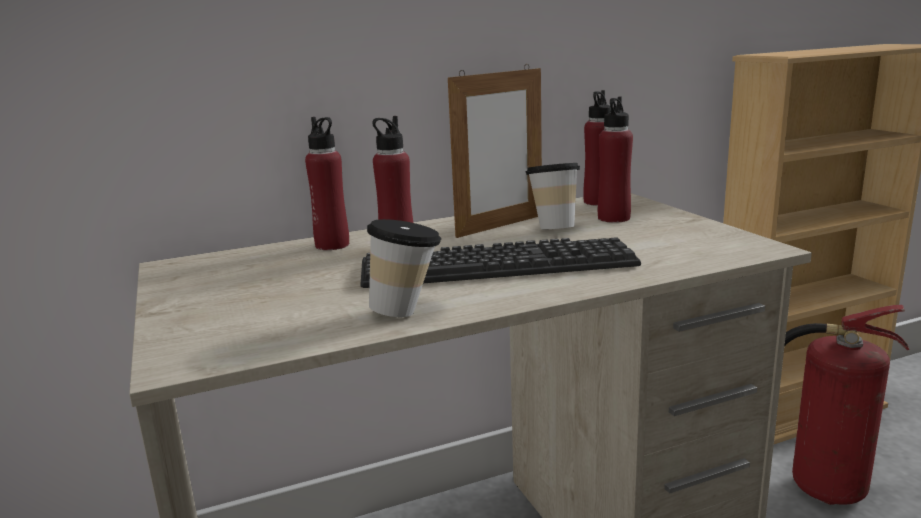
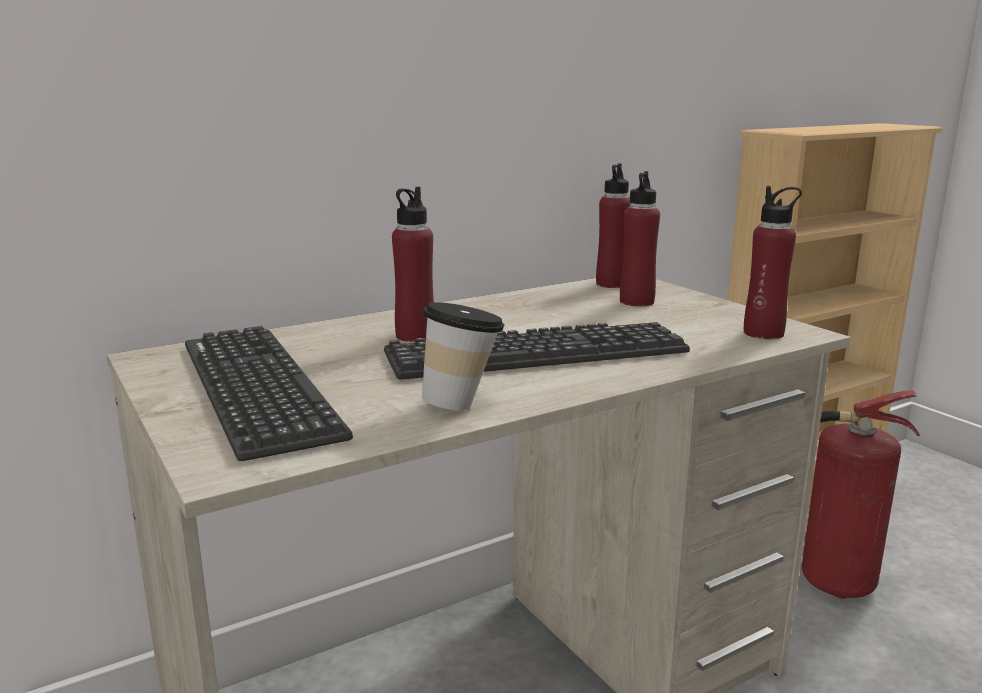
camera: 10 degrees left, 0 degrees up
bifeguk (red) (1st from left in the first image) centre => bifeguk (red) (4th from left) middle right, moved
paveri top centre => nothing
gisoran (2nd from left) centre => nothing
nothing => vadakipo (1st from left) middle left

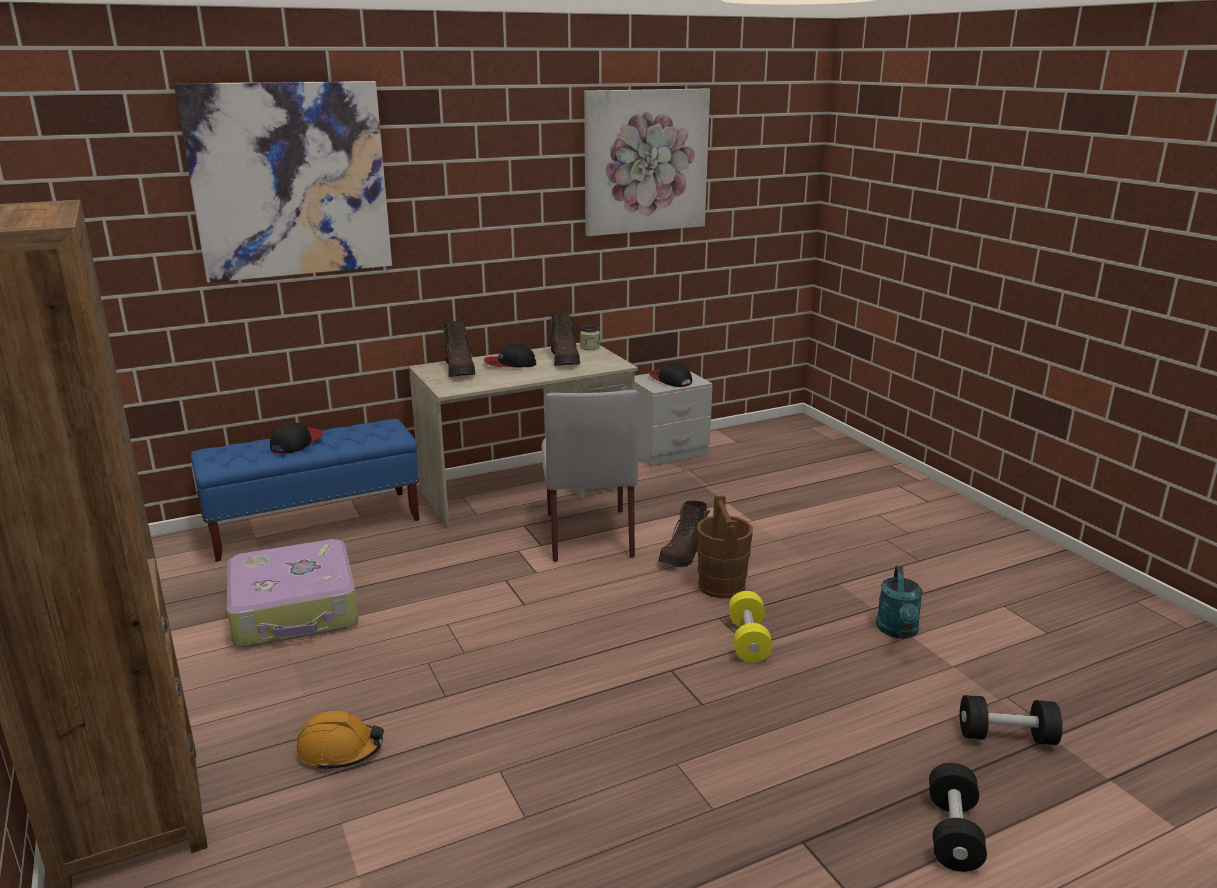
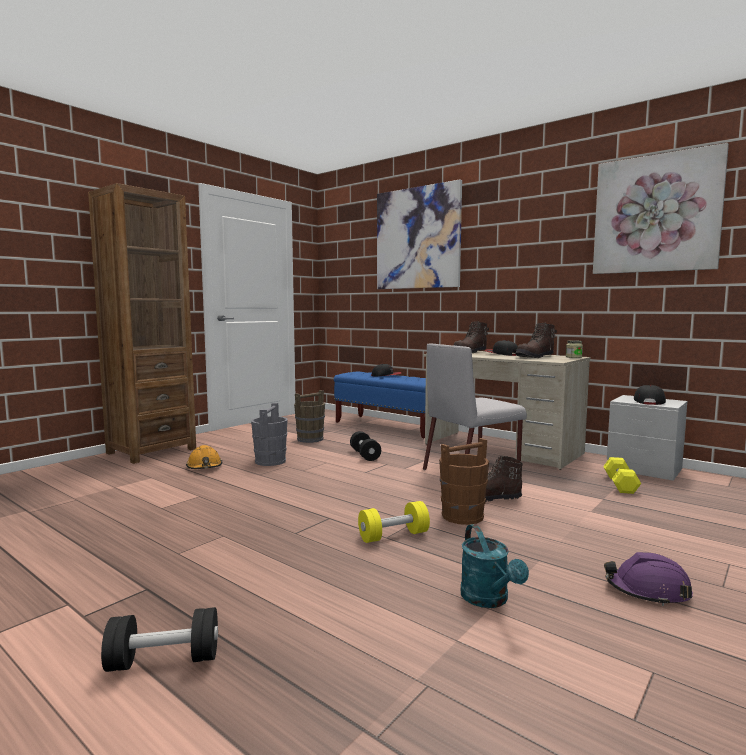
camera: 65 degrees right, 15 degrees down
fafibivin bottom left => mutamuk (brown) (1st from left) centre
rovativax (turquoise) bottom right => rovativax (turquoise) bottom centre, 90 degrees counterclockwise
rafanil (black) (2nd from left) bottom right => rafanil (black) (2nd from left) centre, moved
nothing => mutamuk (grey) centre
nothing => rafanil (yellow) (2nd from left) middle right
nothing => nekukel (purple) bottom right

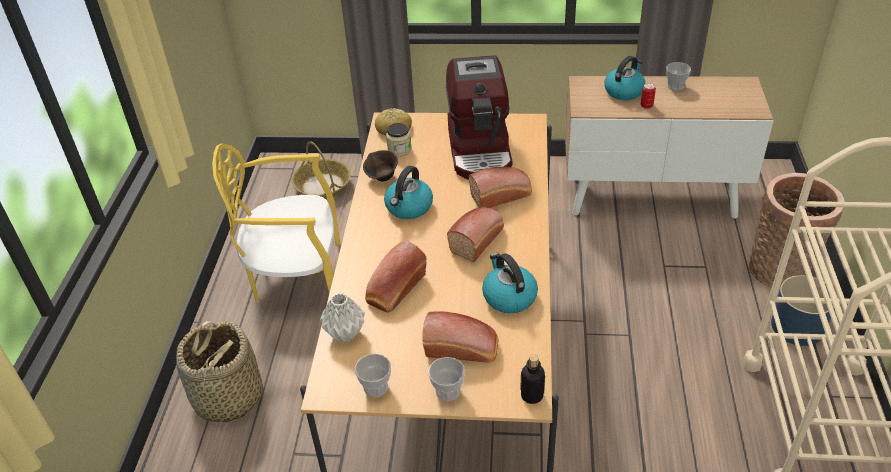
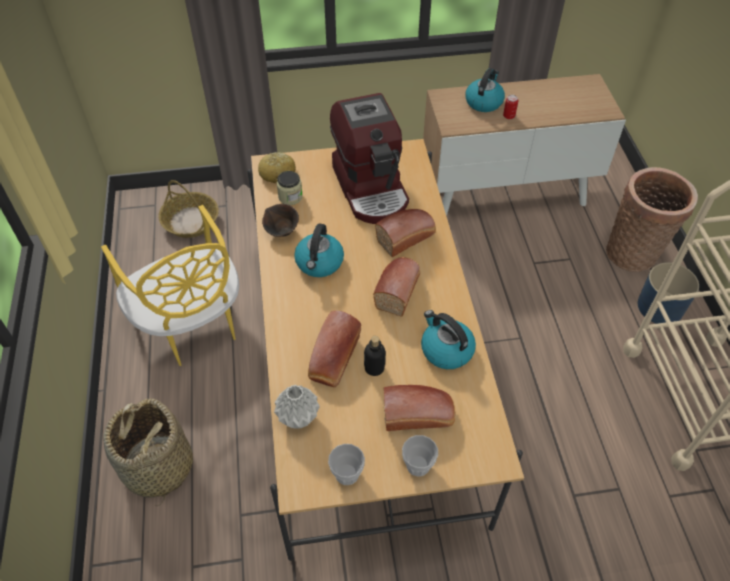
camera: 15 degrees left, 10 degrees up
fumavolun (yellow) middle left, 105 degrees counterclockwise
bifeguk bottom centre => bifeguk centre, moved
gisoran (3rd from left) top right => nothing

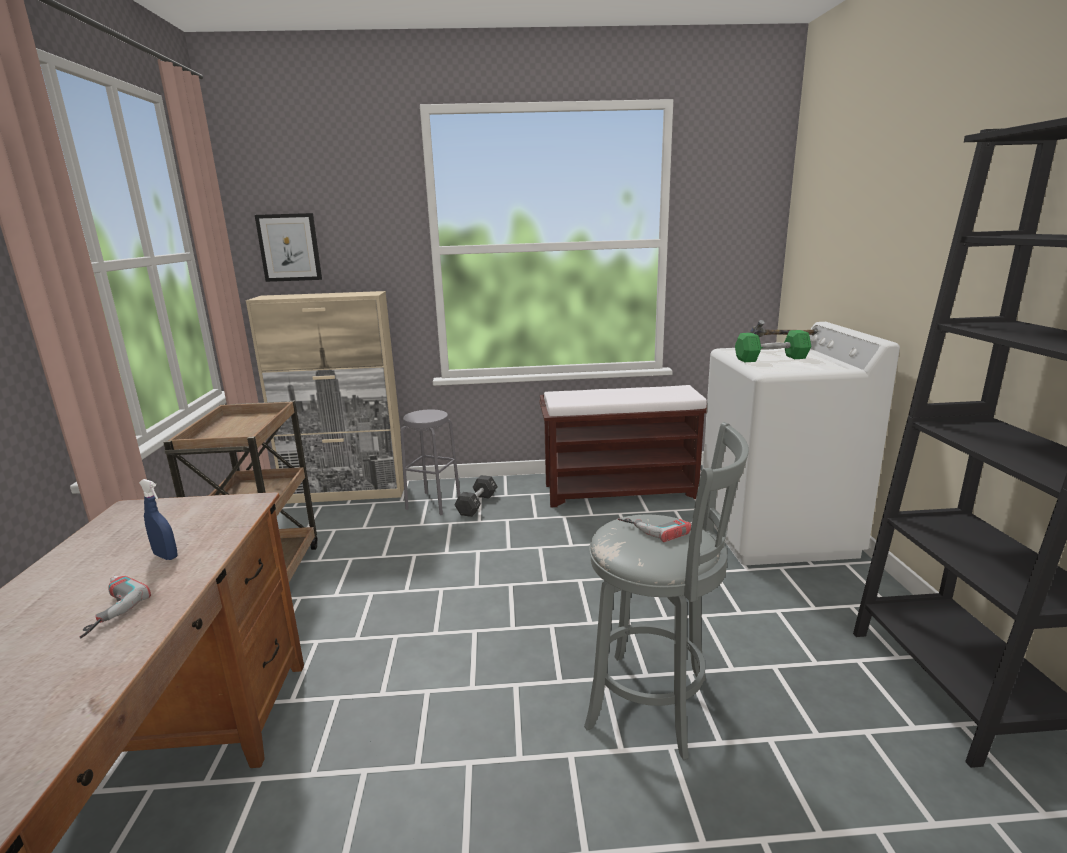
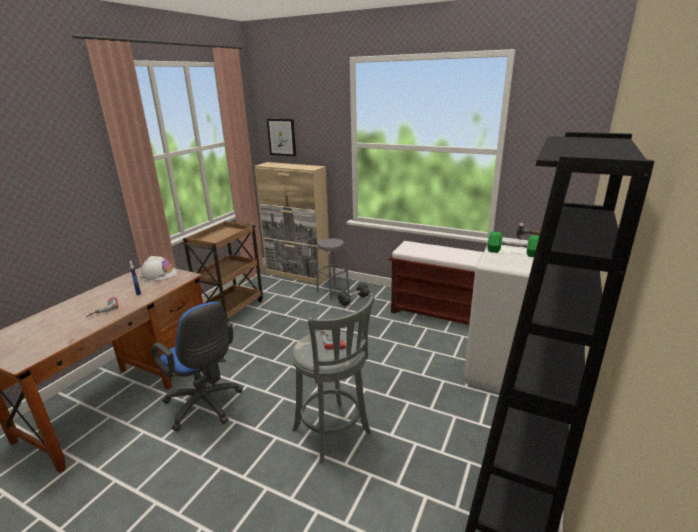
camera: 30 degrees right, 5 degrees up
nothing => nekukel (white) middle left
nothing => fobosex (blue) bottom left

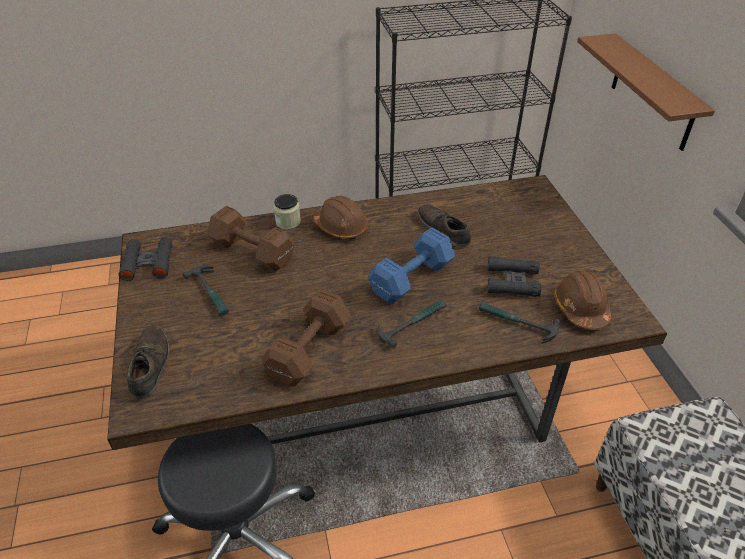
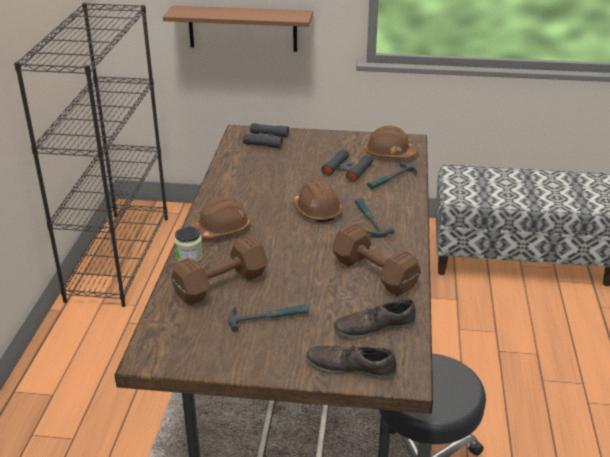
camera: 70 degrees left, 10 degrees down
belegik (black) (1st from left) middle left => belegik (black) (1st from left) top centre, moved
rafanil (blue) centre => nekukel (brown) (2nd from left) centre
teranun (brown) (2nd from left) centre => teranun (brown) (2nd from left) bottom centre, moved

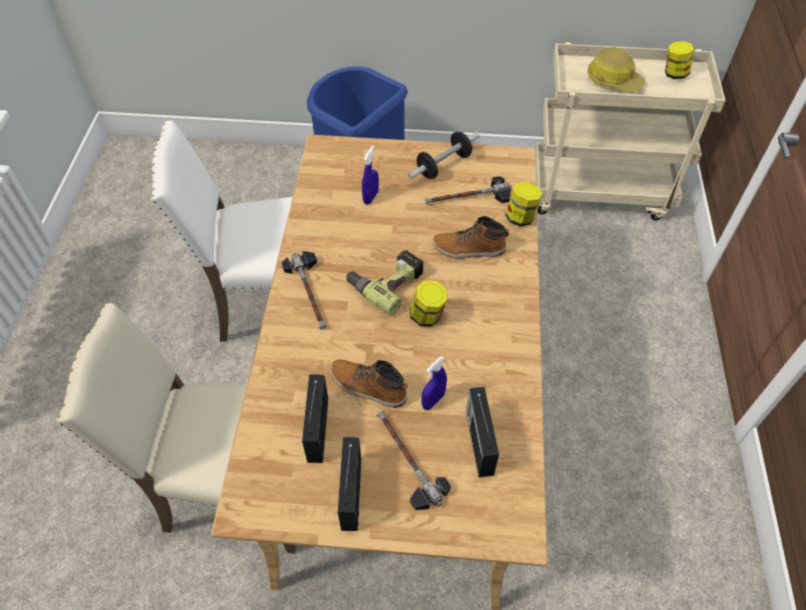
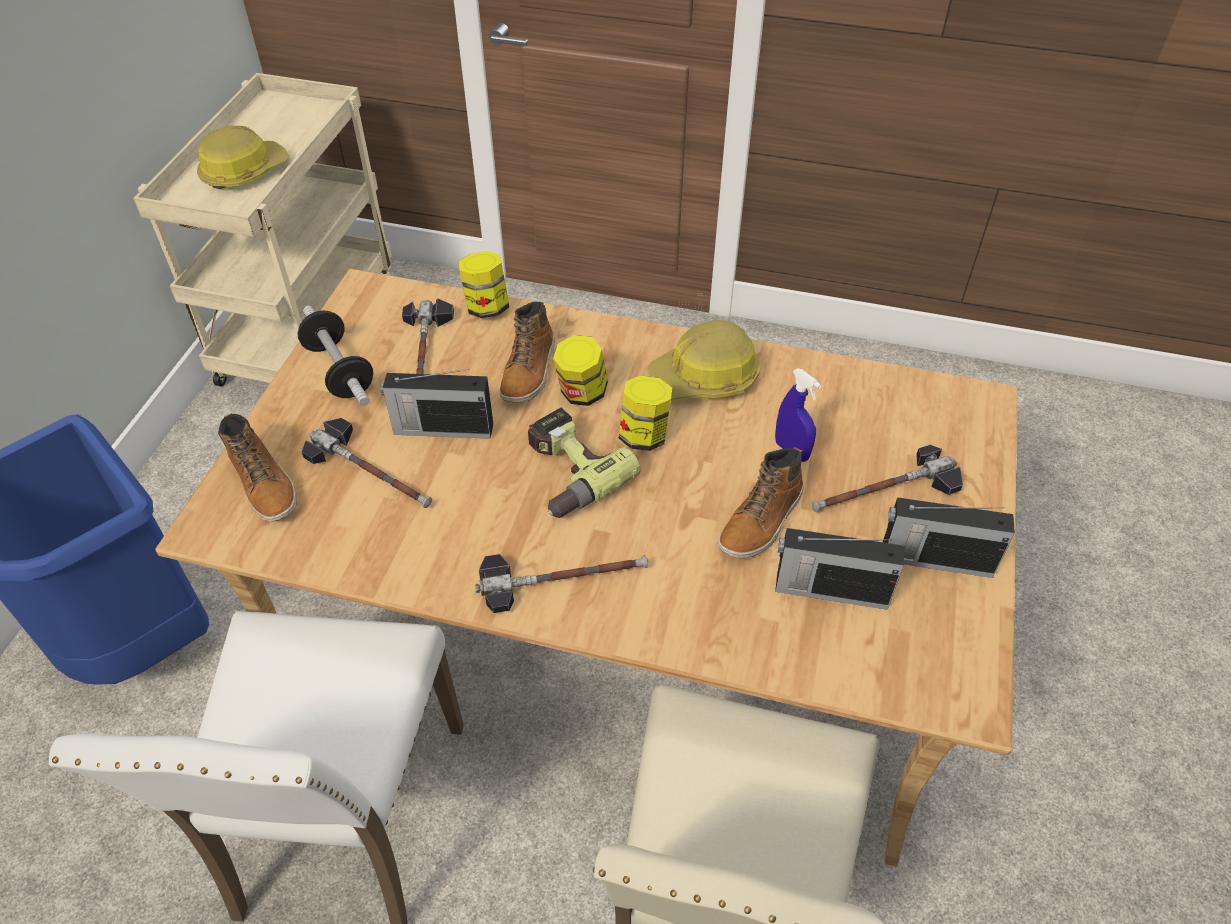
camera: 80 degrees left, 5 degrees down
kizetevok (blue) (1st from left) top centre => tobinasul (1st from left) middle left
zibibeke (3rd from left in the first image) bottom centre => zibibeke (1st from left) centre, moved
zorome (3rd from left in the first image) top right => zorome (2nd from left) centre, moved
nothing => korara (1st from left) middle left
nothing => nekukel (2nd from left) centre

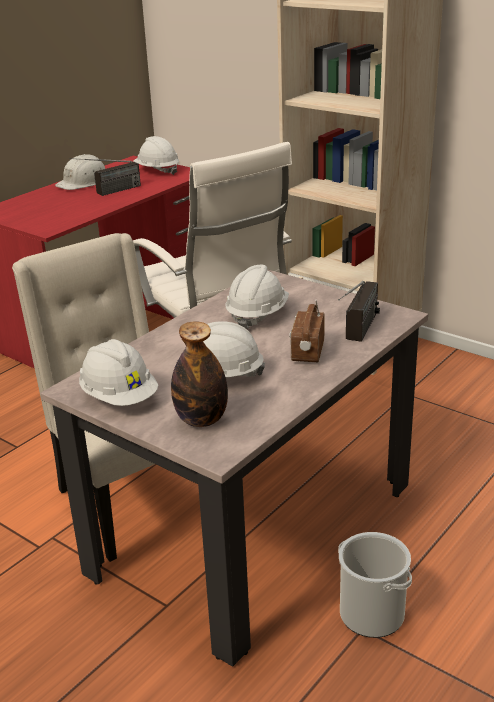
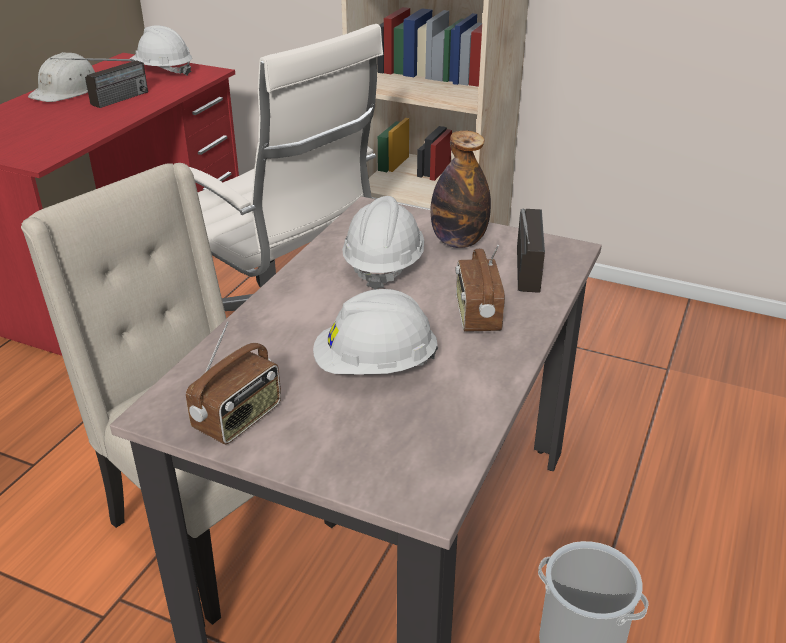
camera: 15 degrees left, 5 degrees up
nekukel (white) (2nd from left) middle left => zibibeke (2nd from left) middle left
bifeguk centre => bifeguk top centre, moved

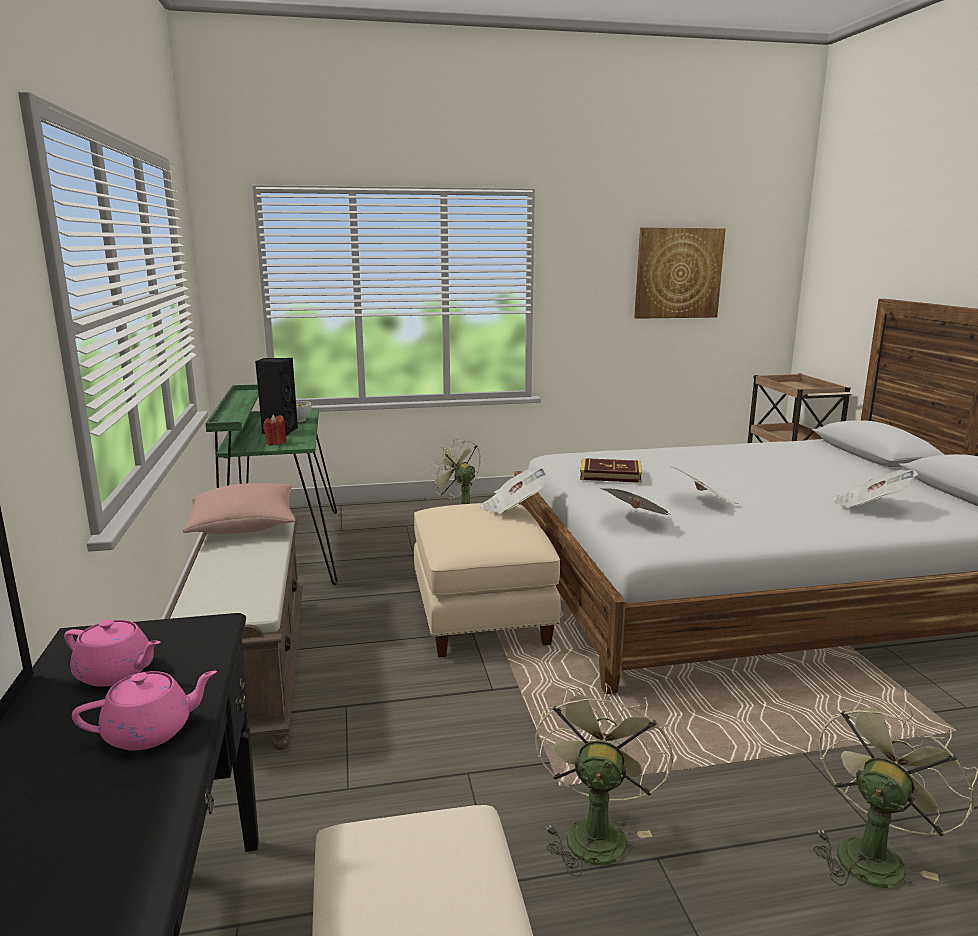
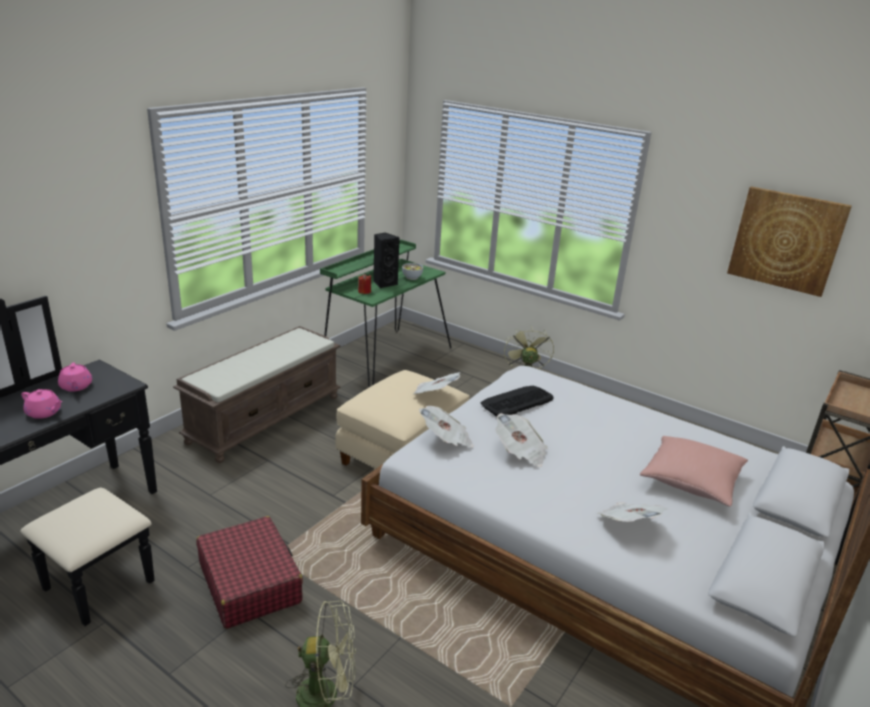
camera: 45 degrees right, 10 degrees up
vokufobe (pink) middle left => vokufobe (pink) middle right, moved
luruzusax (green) (2nd from left) bottom centre => fafibivin (red) bottom left
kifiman centre => vadakipo centre

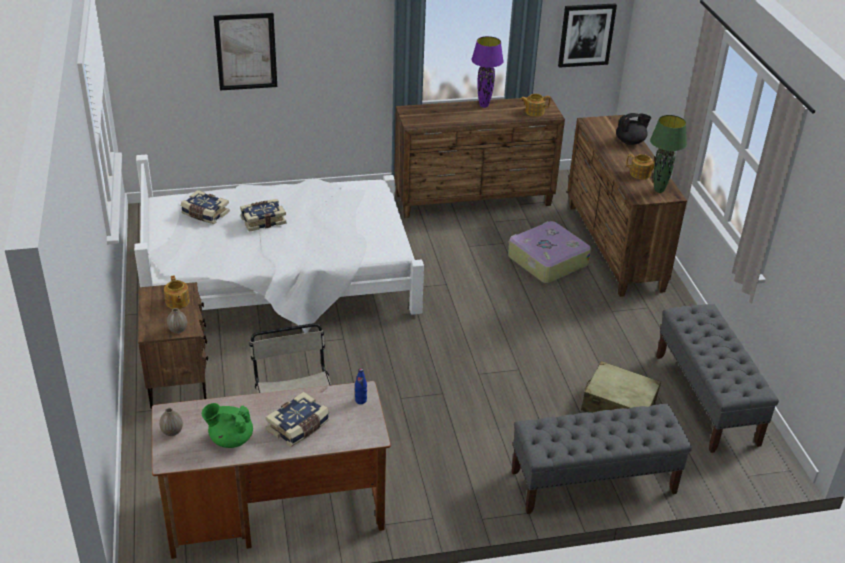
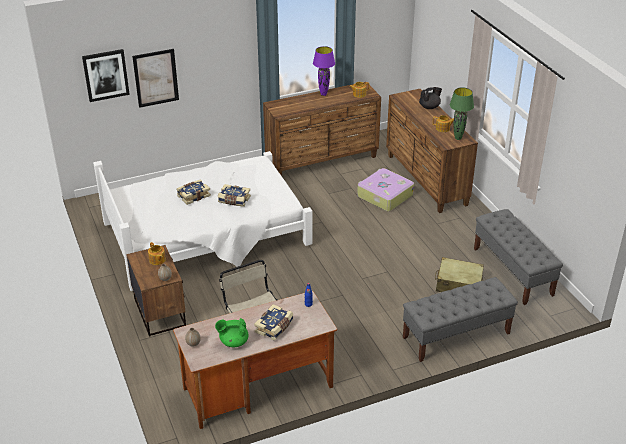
camera: 10 degrees left, 0 degrees up
kifiman (1st from left in the first image) middle left => kifiman (2nd from left) centre, moved
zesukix (2nd from left in the first image) top right => zesukix (1st from left) top left, moved

